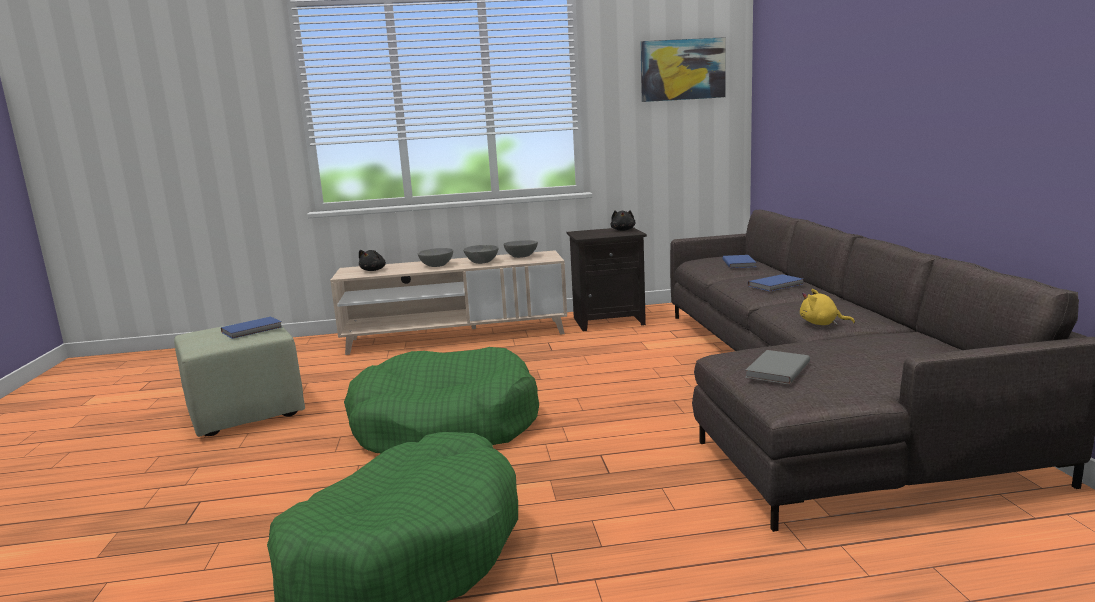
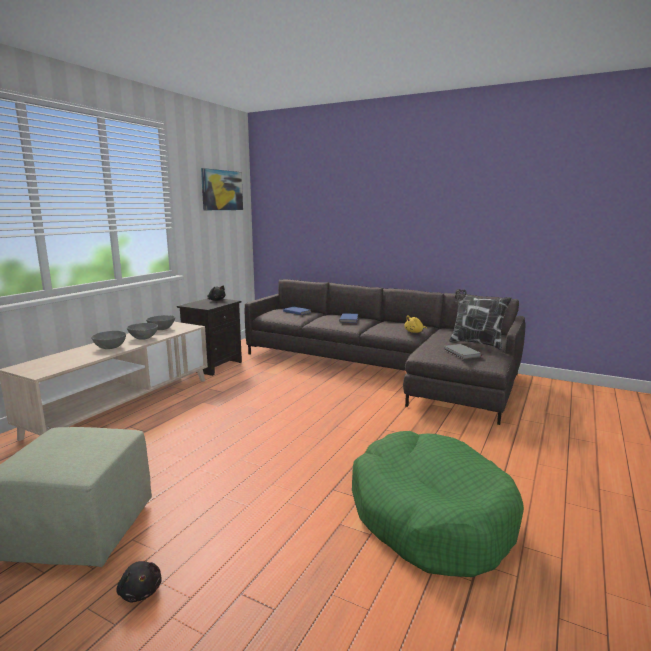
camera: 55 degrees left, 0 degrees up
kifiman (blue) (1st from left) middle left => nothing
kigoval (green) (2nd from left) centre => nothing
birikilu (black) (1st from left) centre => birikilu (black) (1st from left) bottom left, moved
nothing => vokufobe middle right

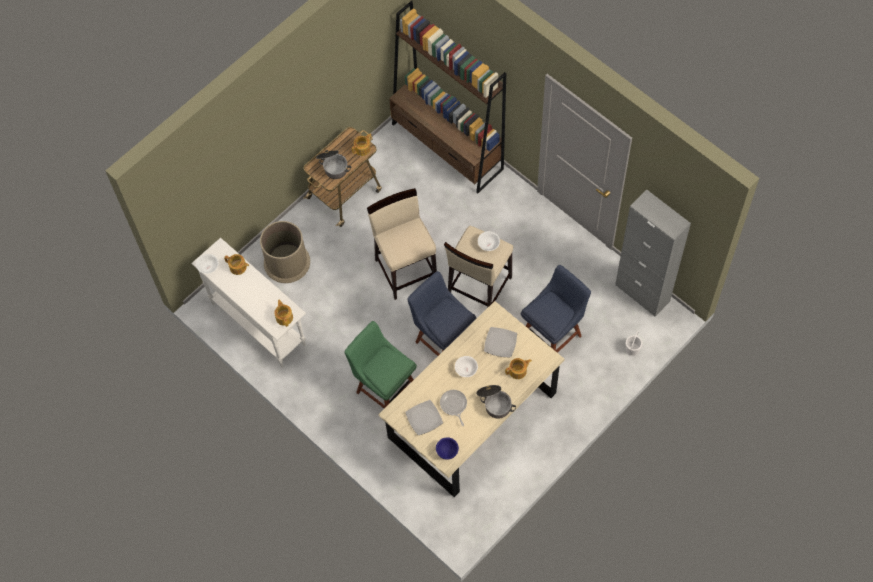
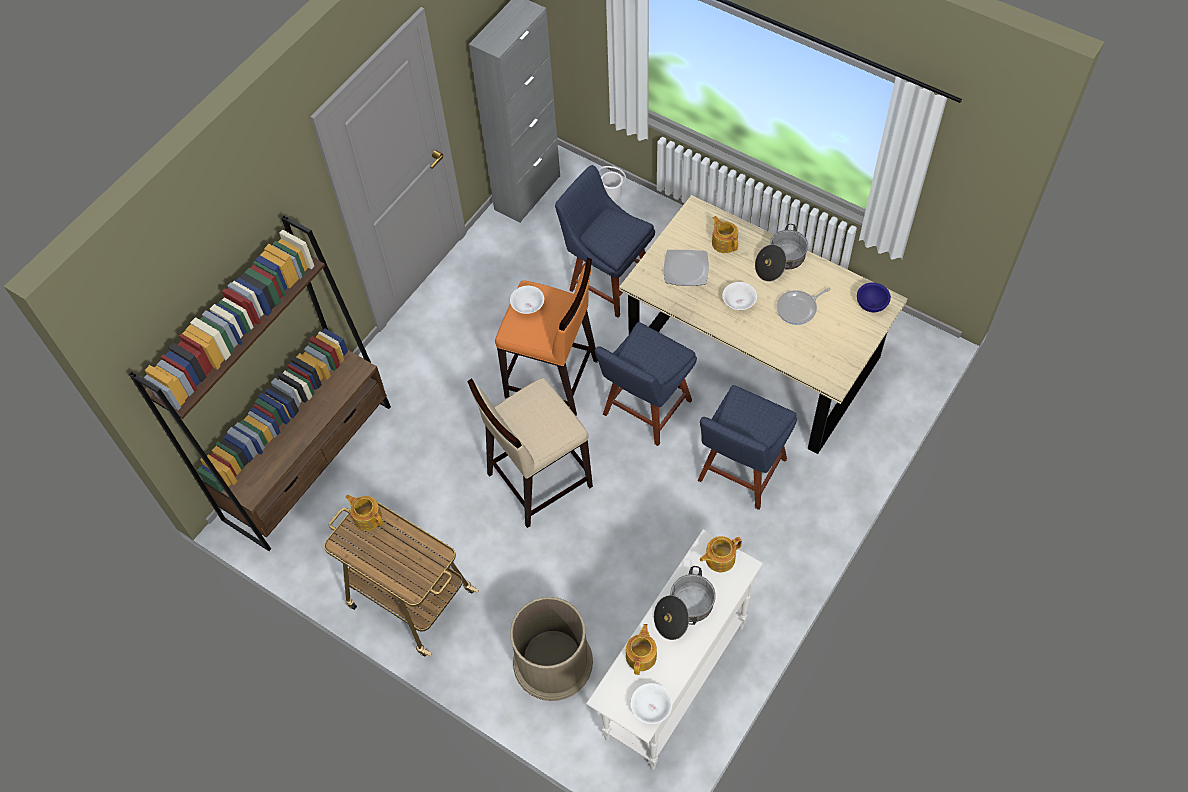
camera: 100 degrees left, 5 degrees down
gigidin (1st from left) top centre => gigidin (1st from left) bottom centre, moved
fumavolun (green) centre => fumavolun (blue) (3rd from left) centre
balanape (1st from left) bottom centre => nothing
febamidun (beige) (2nd from left) centre => febamidun (orange) centre

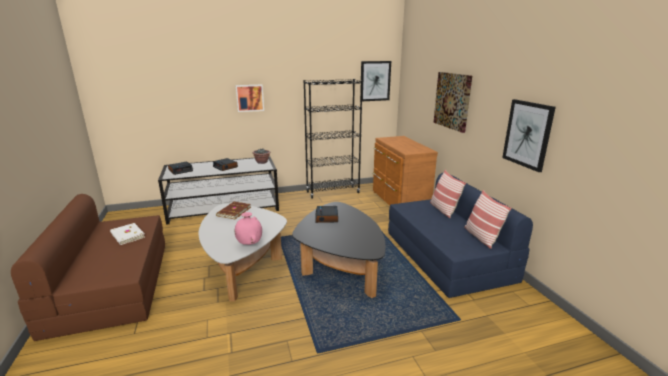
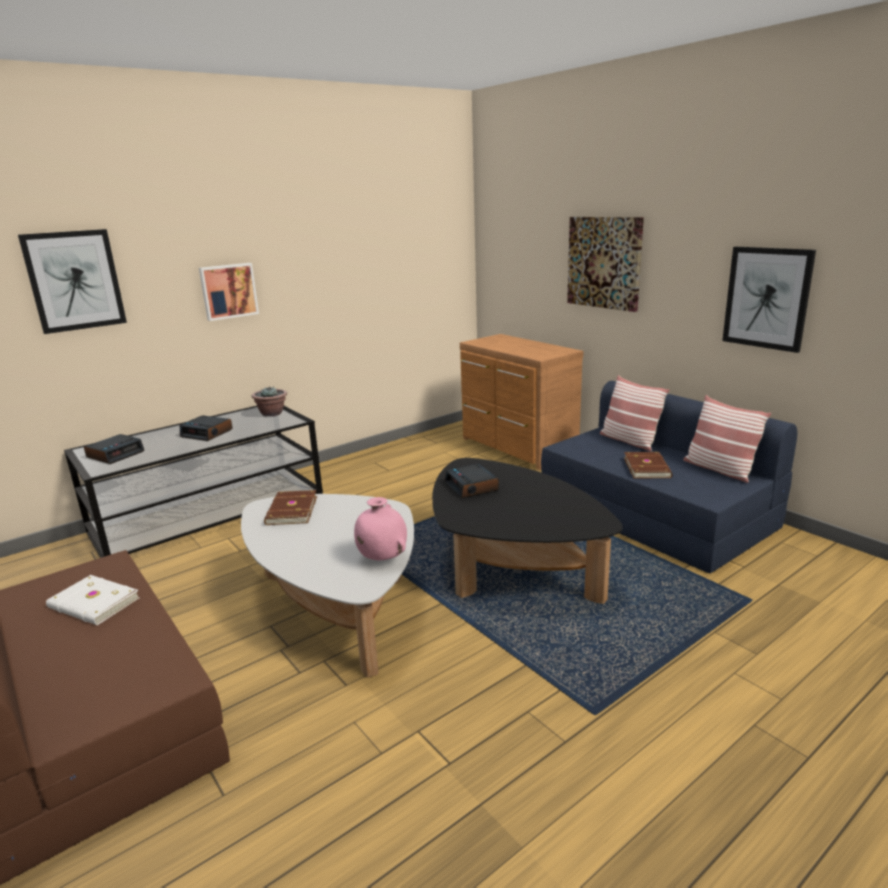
camera: 20 degrees left, 0 degrees up
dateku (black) centre => nothing
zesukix (2nd from left in the first image) top centre => zesukix (1st from left) top left, moved
nothing => kifiman (brown) (2nd from left) middle right

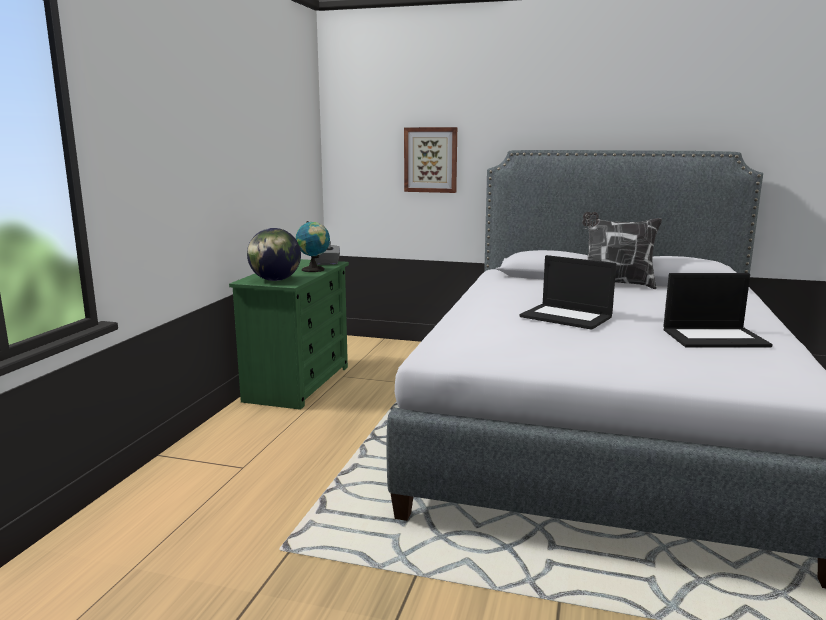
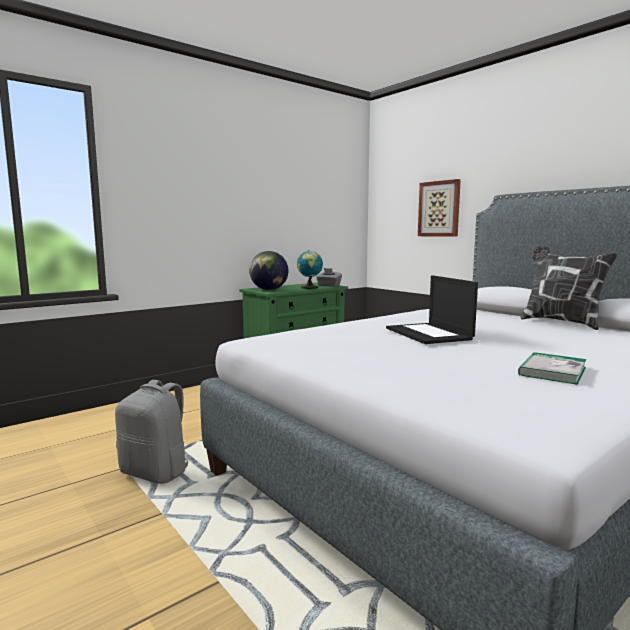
camera: 35 degrees right, 5 degrees down
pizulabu (2nd from left) middle right => kifiman middle right
nothing => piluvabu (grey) bottom left

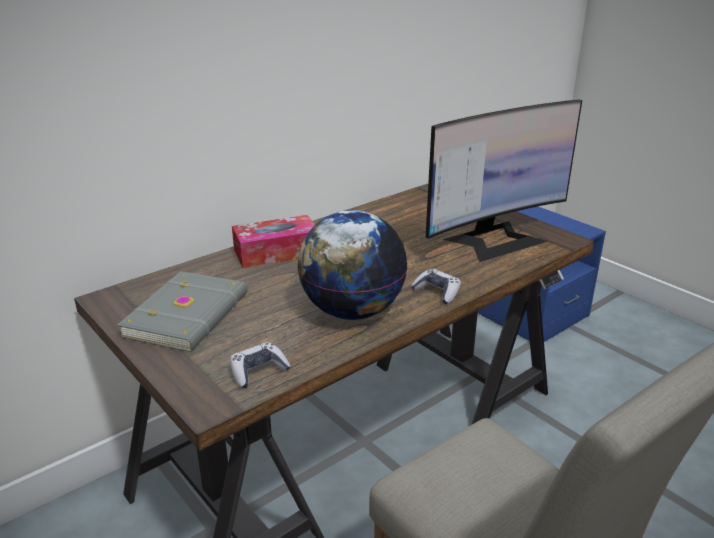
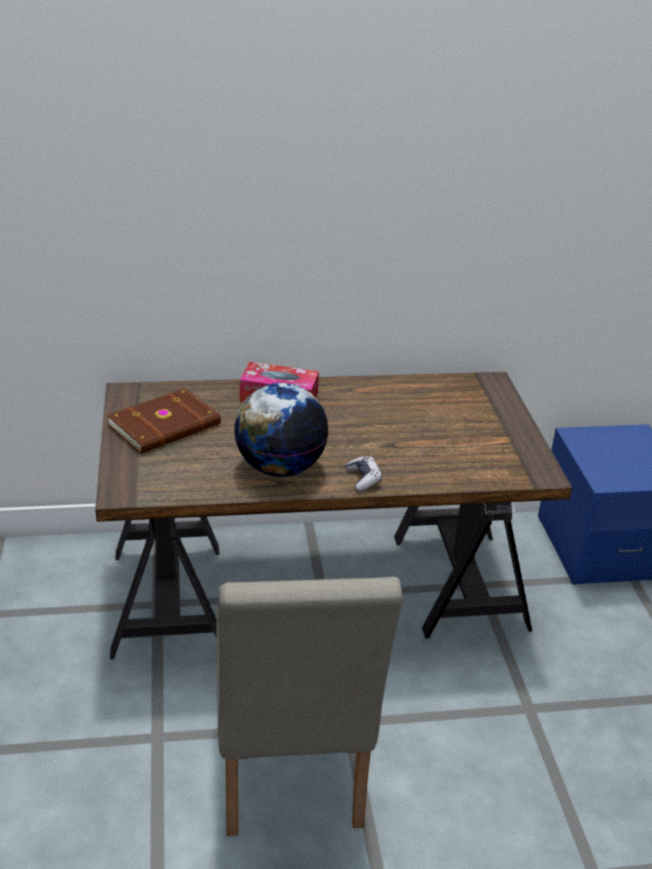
camera: 30 degrees right, 5 degrees up
kifiman (grey) middle left => kifiman (brown) middle left
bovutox (1st from left) bottom centre => nothing
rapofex middle right => nothing

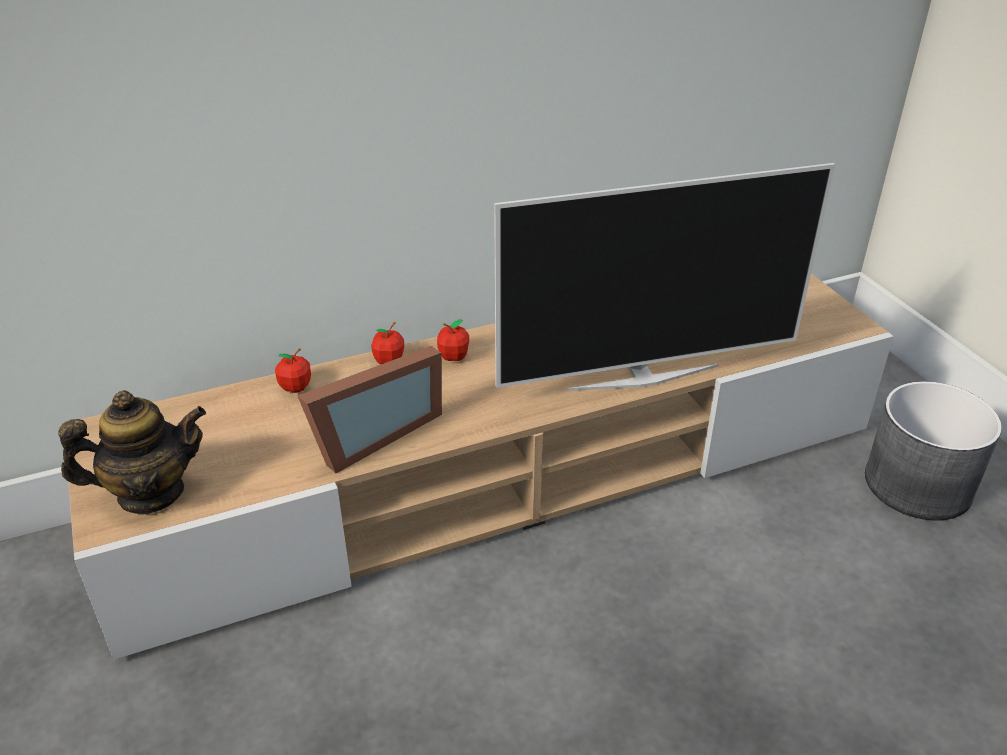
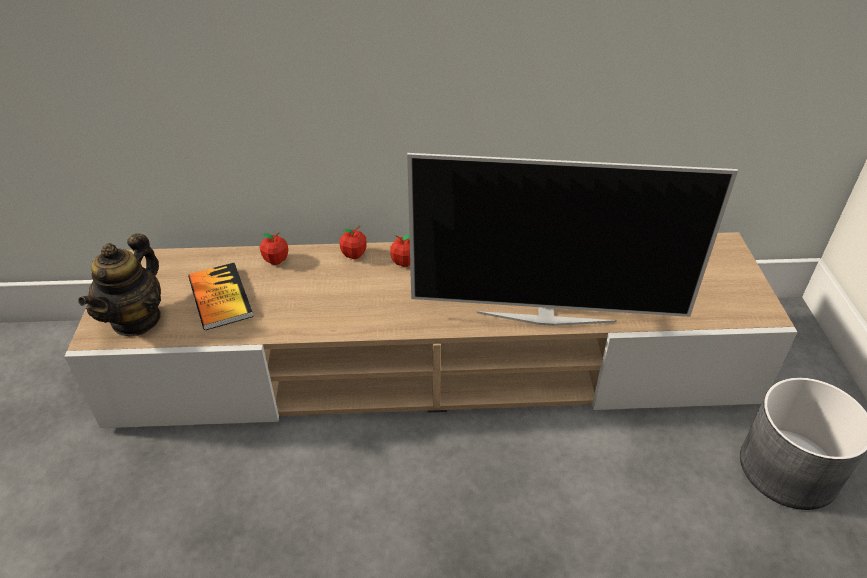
camera: 20 degrees right, 5 degrees up
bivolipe middle left, 105 degrees clockwise
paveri centre => nothing
nothing => kifiman middle left

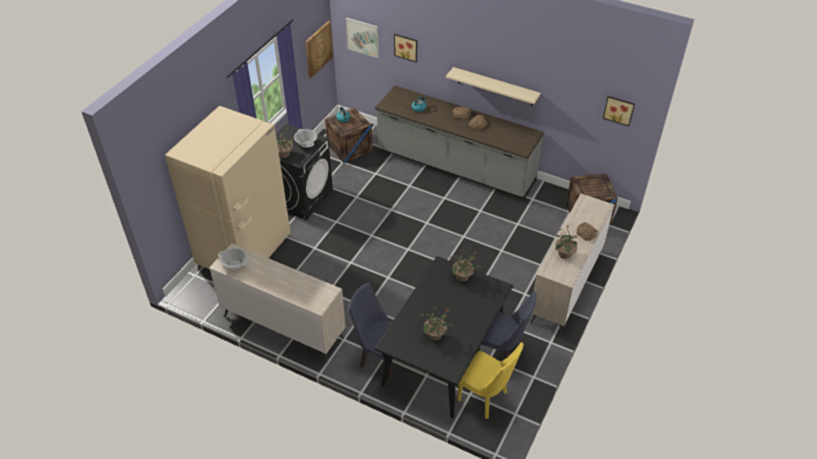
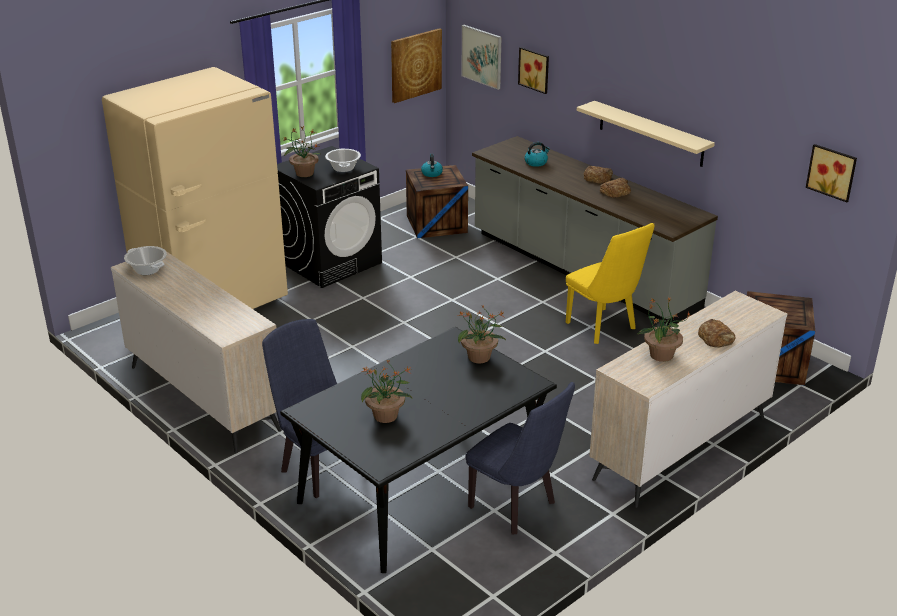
camera: 20 degrees right, 15 degrees down
fumavolun (yellow) bottom centre => fumavolun (yellow) middle right, moved

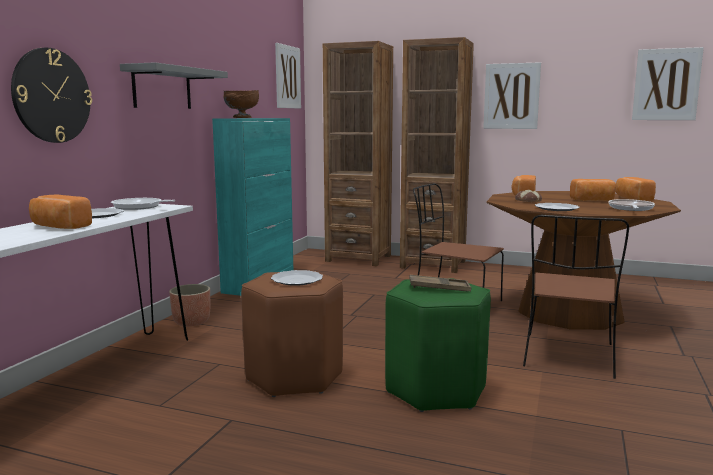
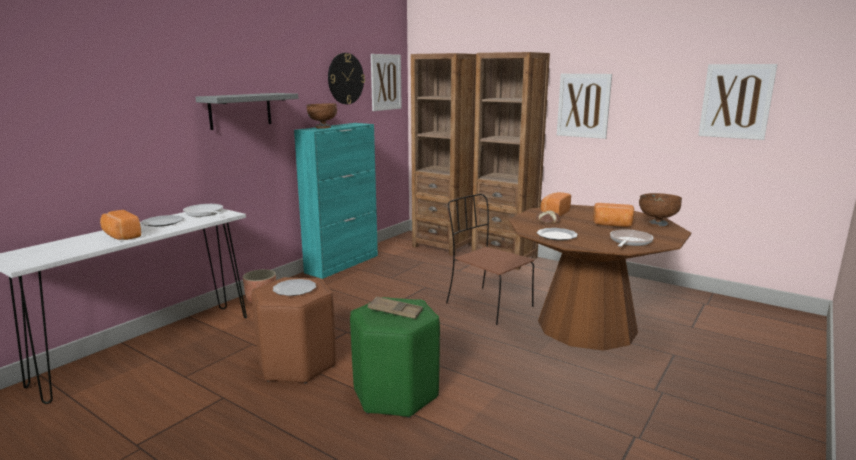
camera: 15 degrees right, 5 degrees up
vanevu top left => vanevu top centre, moved
fumavolun (brown) (2nd from left) middle right => nothing
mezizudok (5th from left) middle right => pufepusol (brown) (2nd from left) middle right

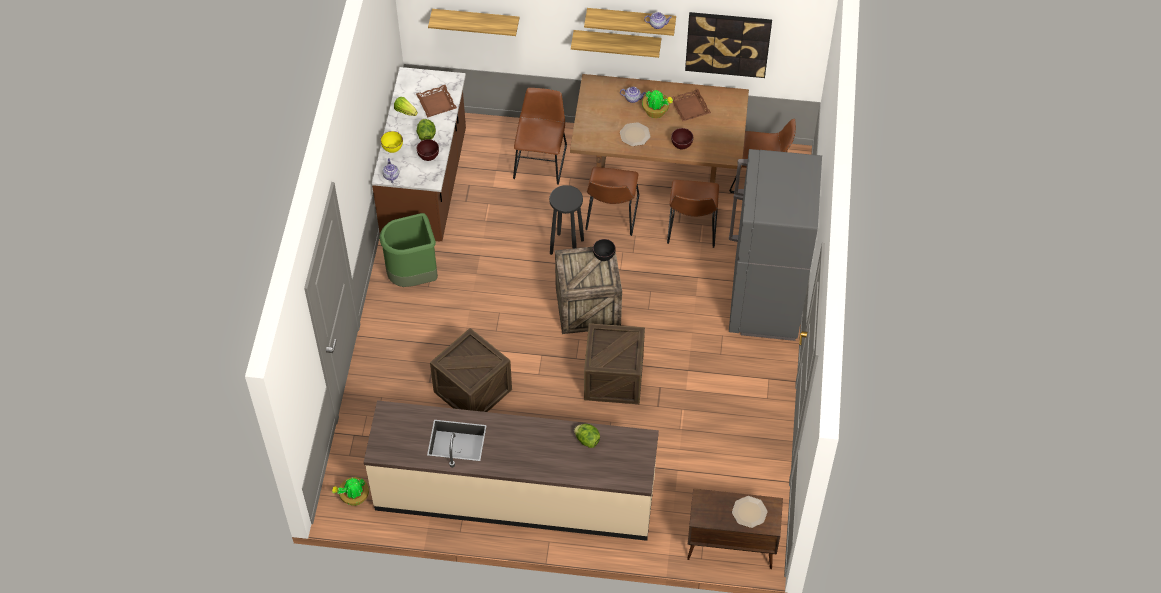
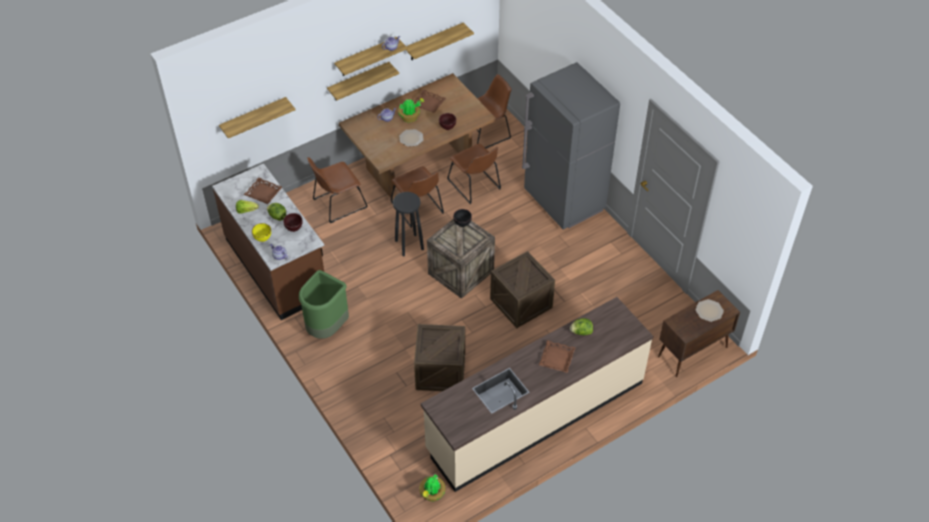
camera: 40 degrees left, 5 degrees down
fumavolun (brown) (1st from left) top centre => fumavolun (brown) (1st from left) centre, 90 degrees counterclockwise
zesukix top centre => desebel (4th from left) top centre
nothing => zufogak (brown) (3rd from left) bottom centre

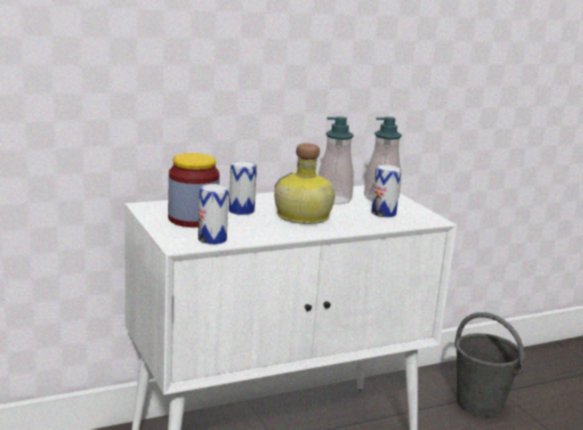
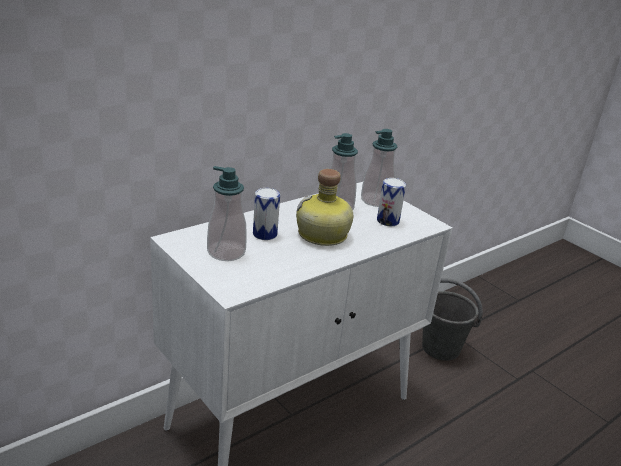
camera: 15 degrees left, 10 degrees up
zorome middle left => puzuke (1st from left) centre
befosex (1st from left) centre => nothing

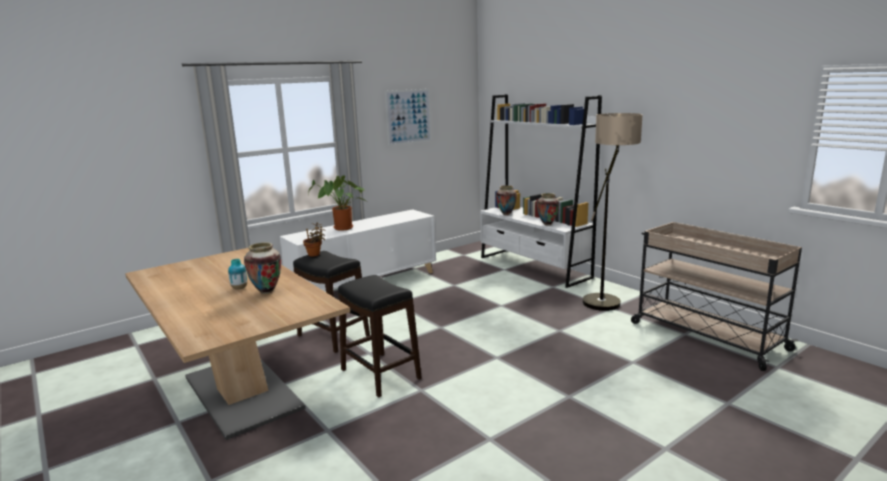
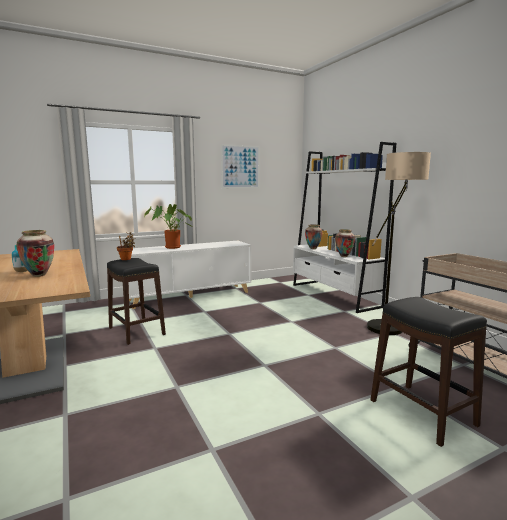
camera: 10 degrees right, 5 degrees down
febamidun (black) (2nd from left) bottom centre => febamidun (black) (2nd from left) bottom right, moved

